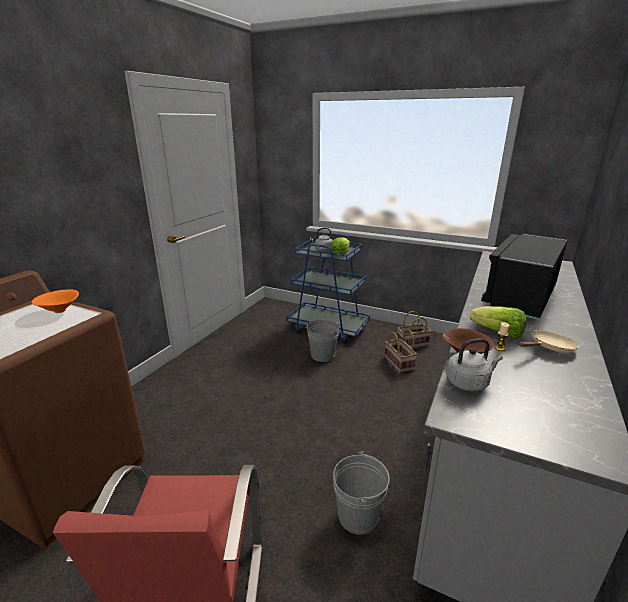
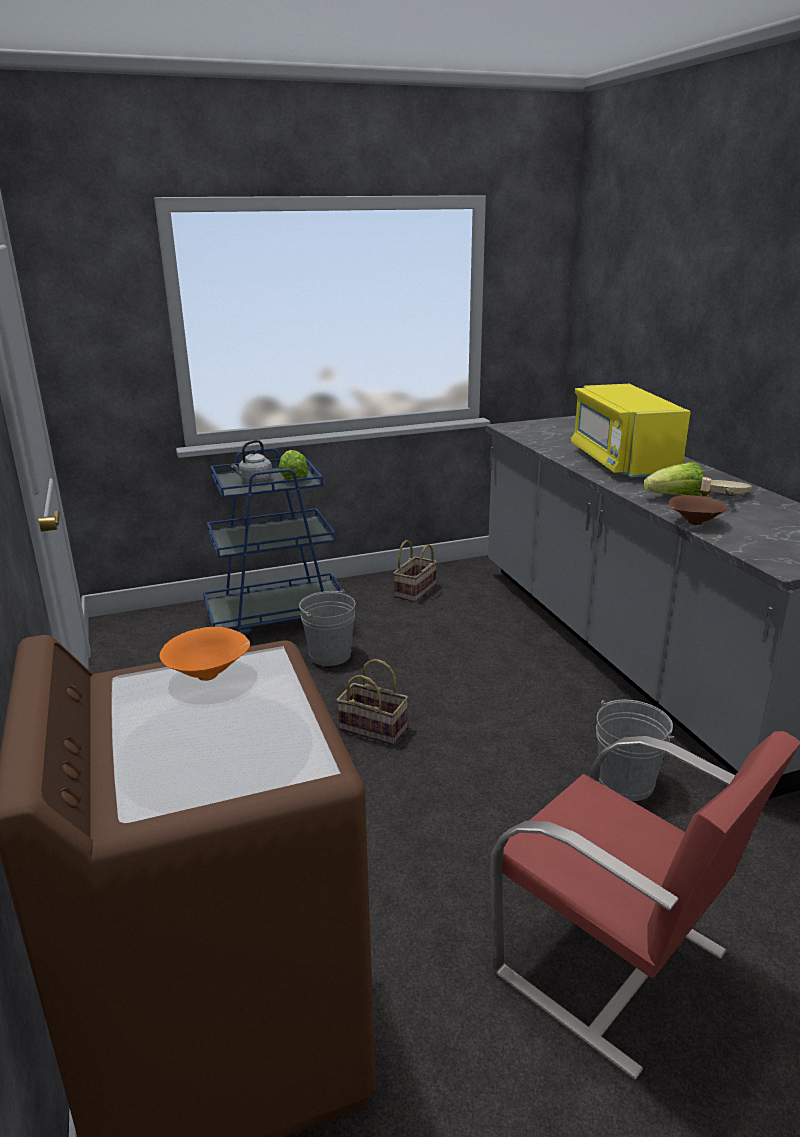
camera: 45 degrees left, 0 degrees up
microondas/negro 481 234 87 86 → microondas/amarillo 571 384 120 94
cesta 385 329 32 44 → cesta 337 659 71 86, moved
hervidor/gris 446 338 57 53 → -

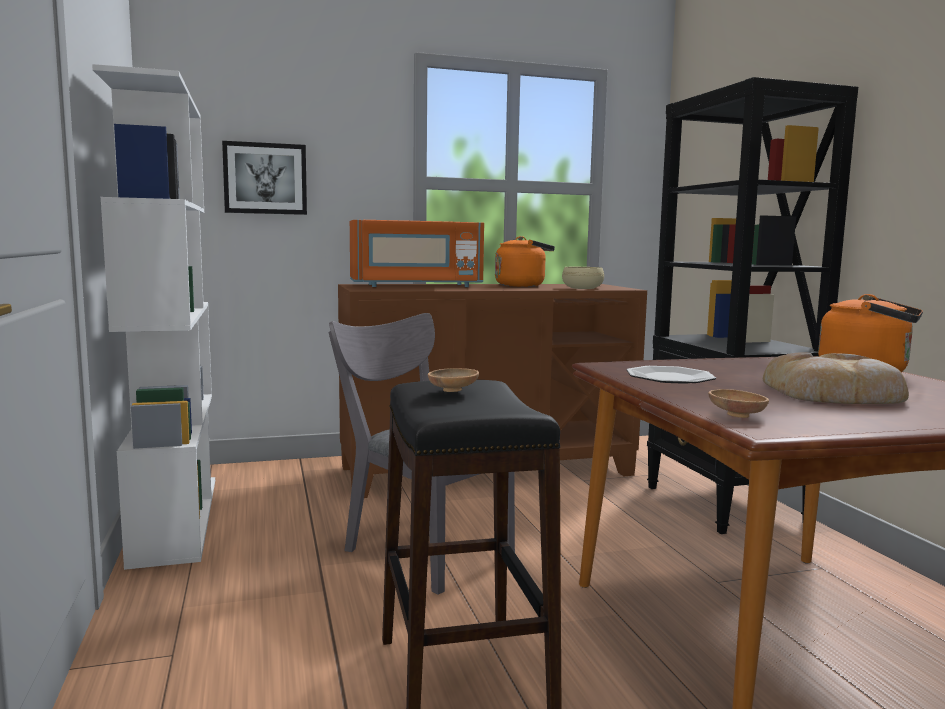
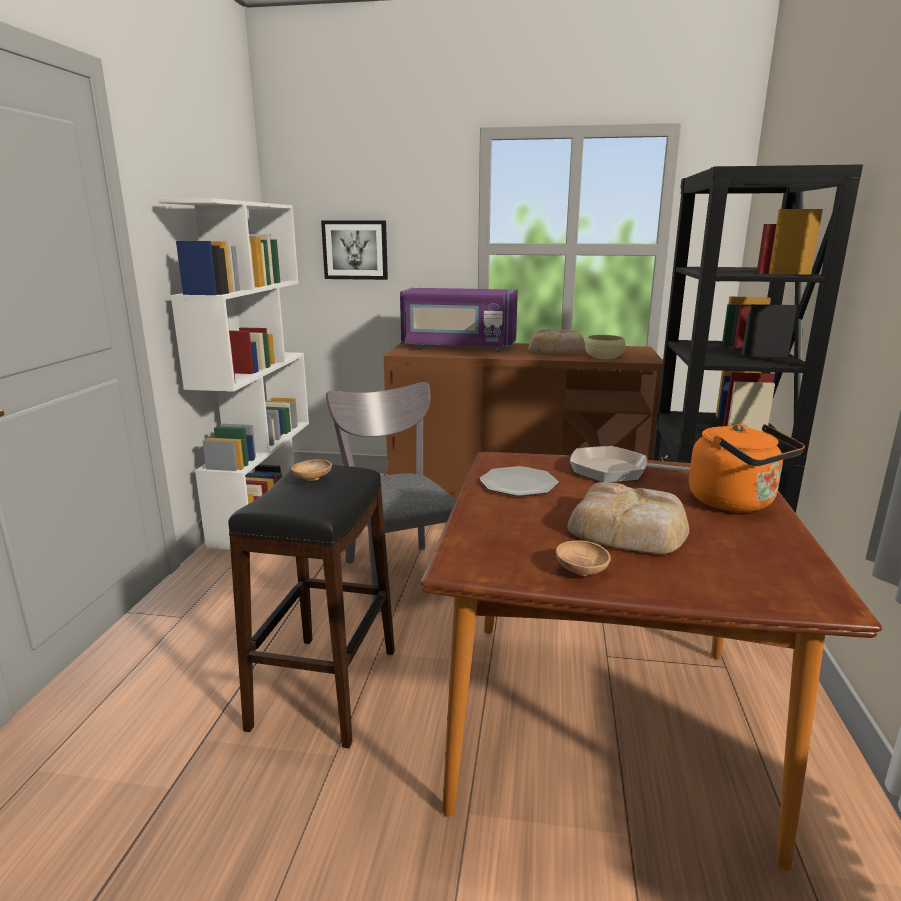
camera: 25 degrees right, 10 degrees up
microondas/naranja 350 220 134 67 → microondas/morado 400 288 118 63
hervidor/naranja 495 236 60 51 → pan 528 329 57 25
cuenco/marrón 708 389 61 29 → cuenco/marrón 556 540 55 36, moved
- → sartén 570 446 120 36

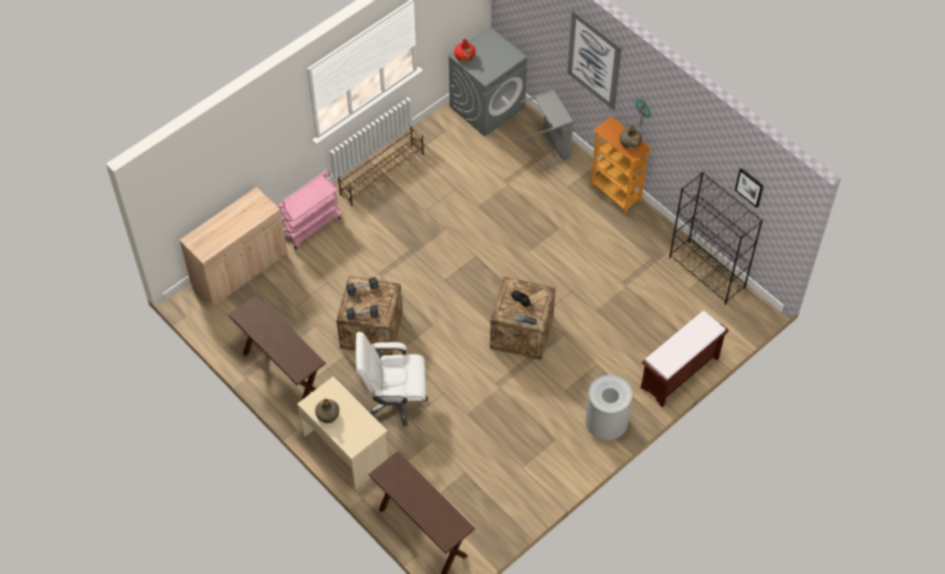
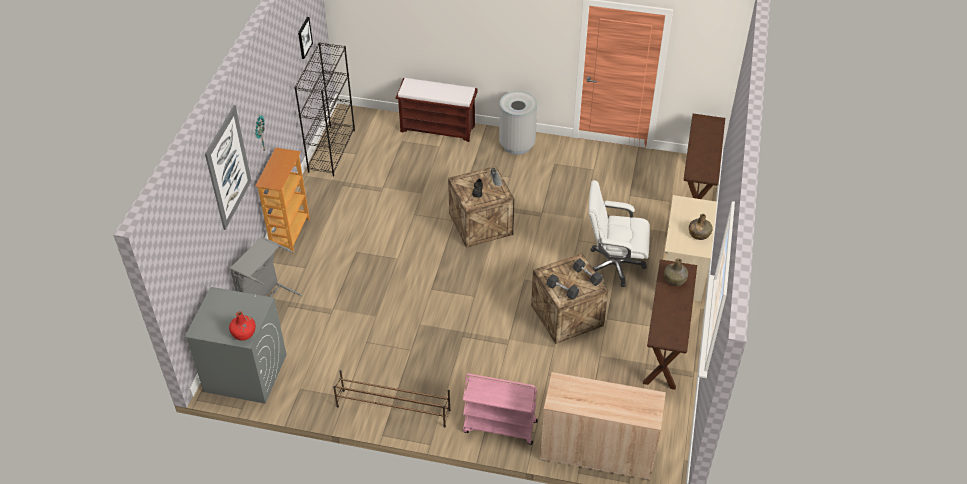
camera: 125 degrees left, 10 degrees down
botella/verde 620 126 22 24 → botella/verde 664 258 24 28, moved
silla de oficina/blanco 356 332 72 95 → silla de oficina/blanco 589 180 61 107, 135 degrees clockwise

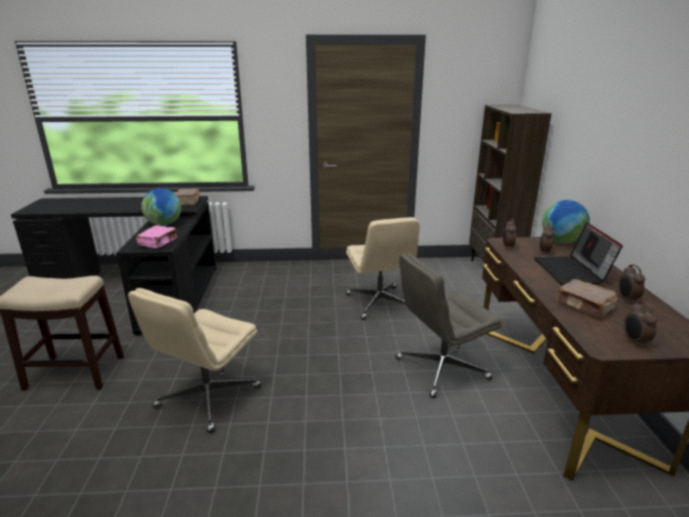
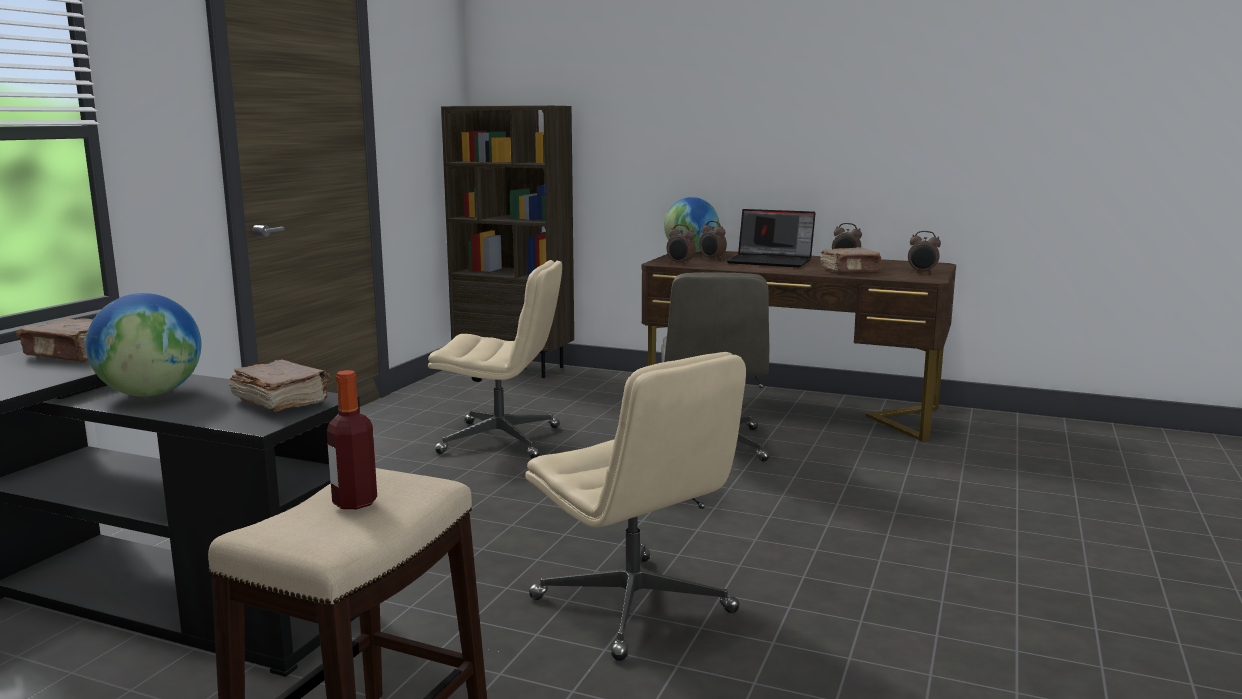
camera: 65 degrees left, 10 degrees down
libro/rosa 136 225 42 23 → libro/marrón 229 359 101 53
- → botella 327 370 50 139

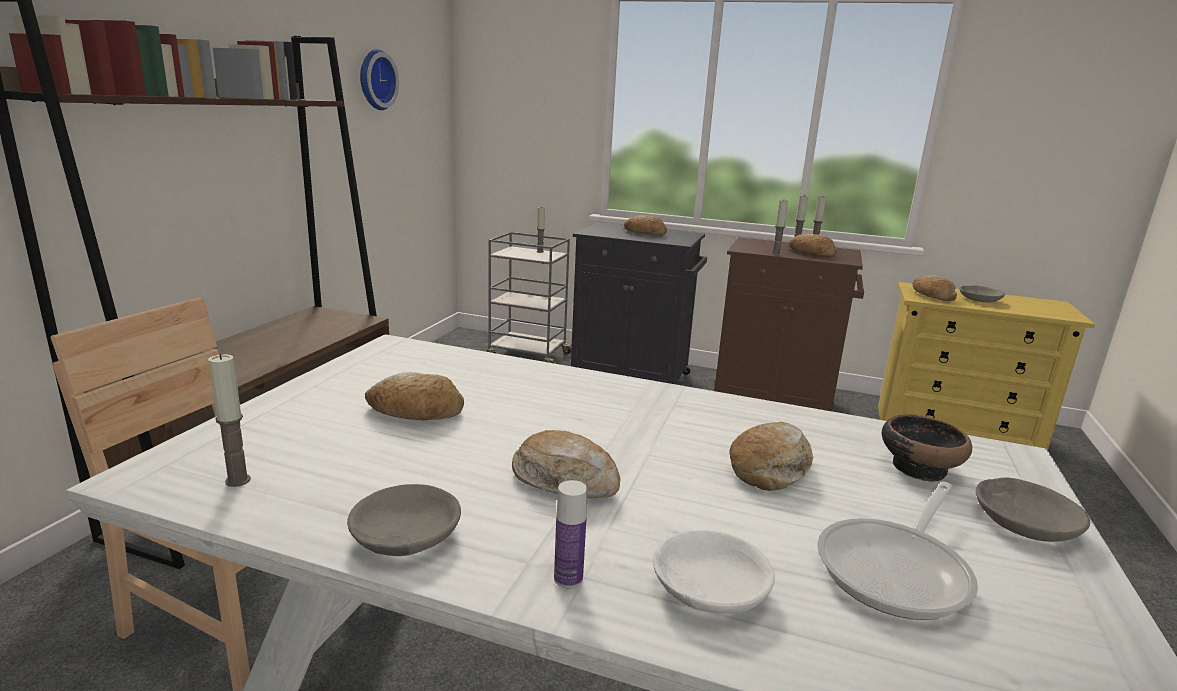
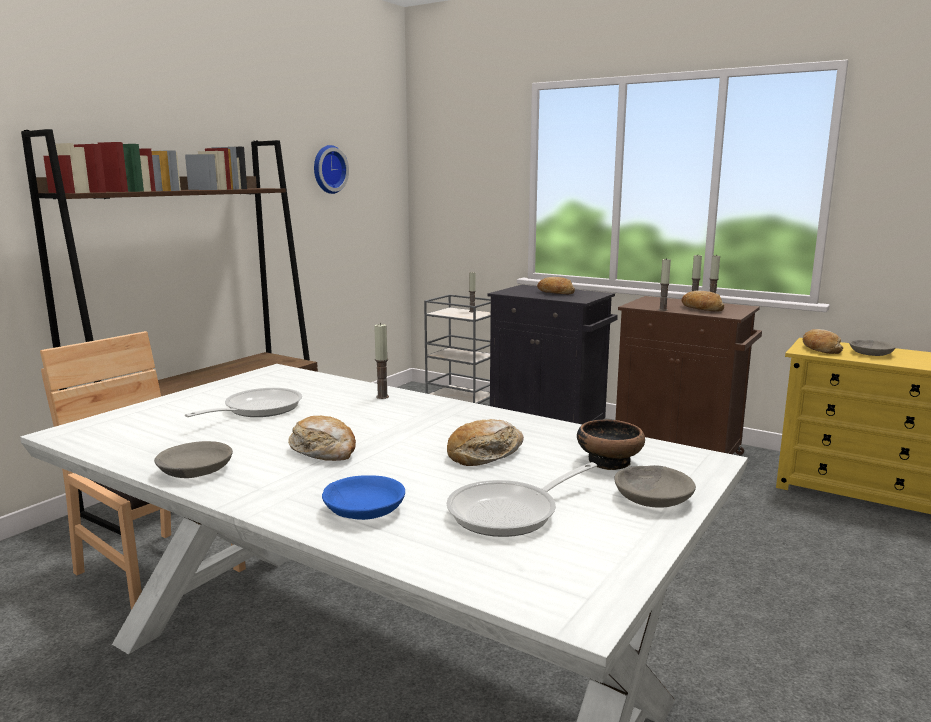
camera: 15 degrees right, 5 degrees down
vela 208 354 43 133 → vela 374 323 15 76, moved
pan 365 372 99 48 → sartén 185 388 117 29
botella 554 480 33 109 → -
cuenco/blanco 653 530 122 83 → cuenco/azul 322 475 83 45

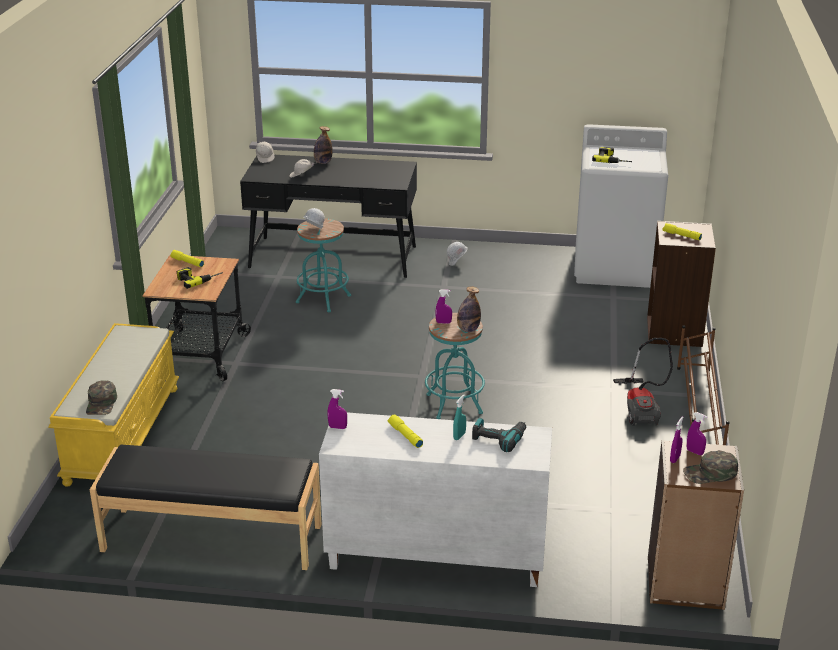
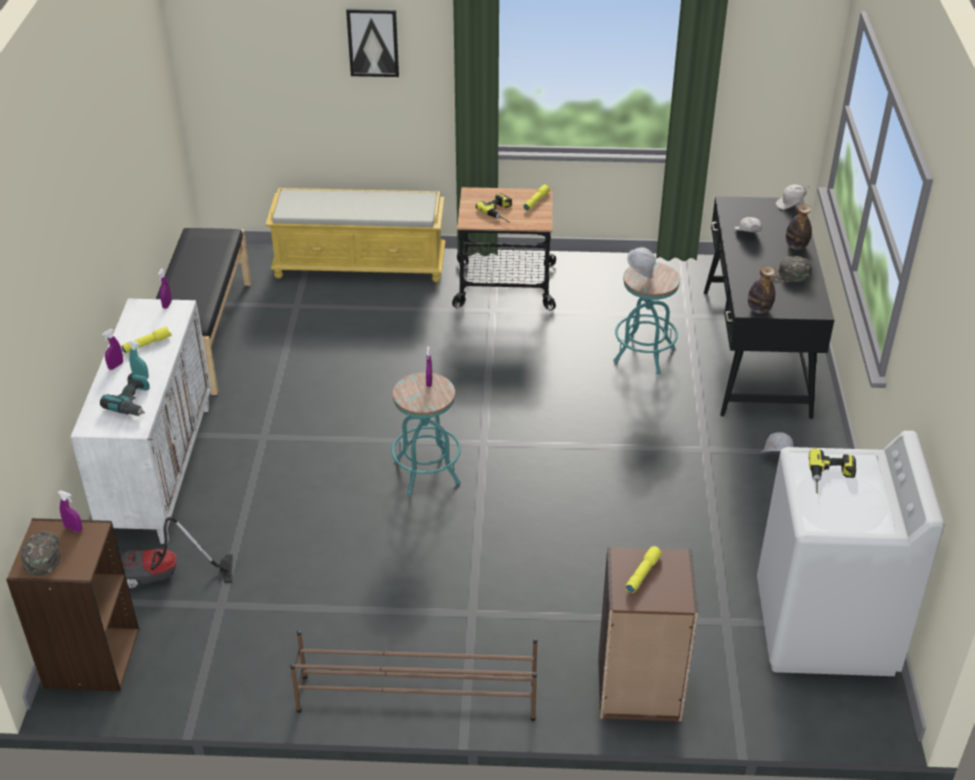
camera: 85 degrees right, 10 degrees up
botella 457 286 24 46 → botella 748 266 27 48, moved
aspiradora 613 338 60 88 → aspiradora 121 517 112 73, moved
gorra/verde 86 380 31 35 → gorra/verde 770 256 42 27, moved
pulverizador/morado 687 412 20 43 → pulverizador/morado 102 329 21 41, moved
- → cuadro 346 8 53 69

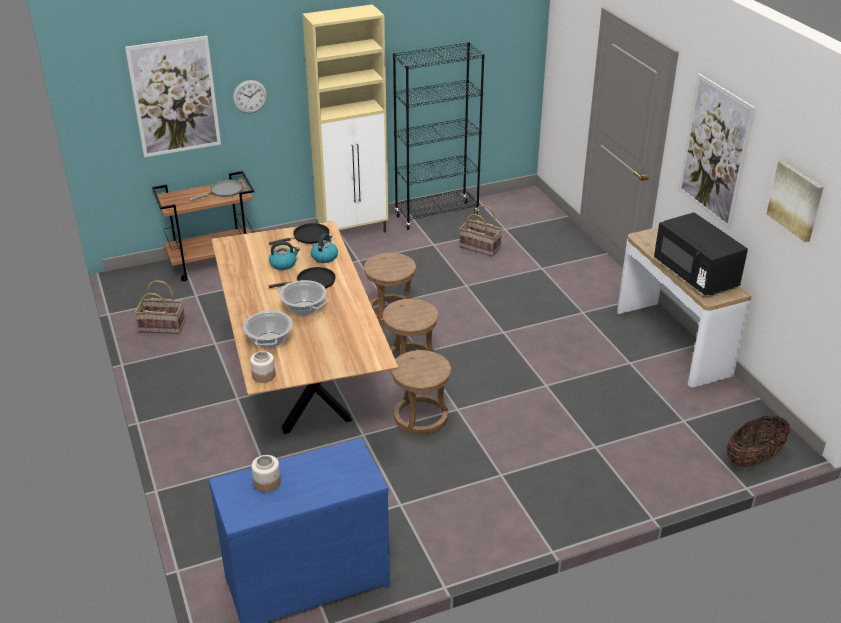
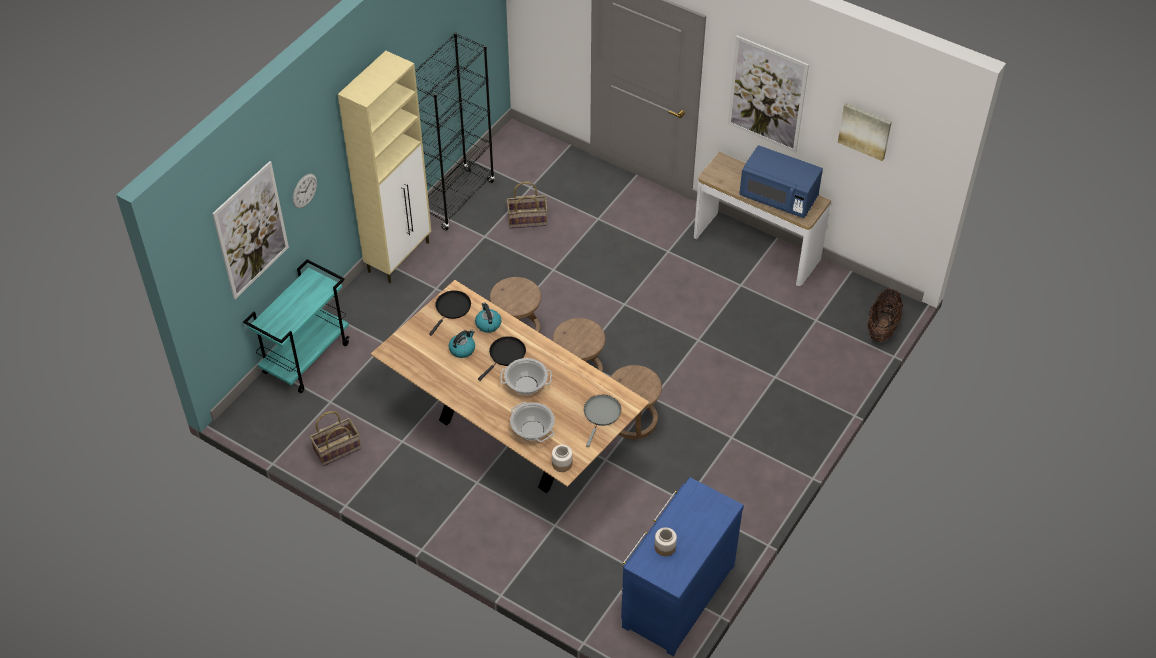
camera: 35 degrees left, 15 degrees up
carrito/marrón 152 171 102 110 → carrito/turquesa 243 259 106 134
sartén/gris 189 180 54 21 → sartén/gris 584 395 37 52, moved
microondas/negro 654 212 94 83 → microondas/azul 739 145 84 73

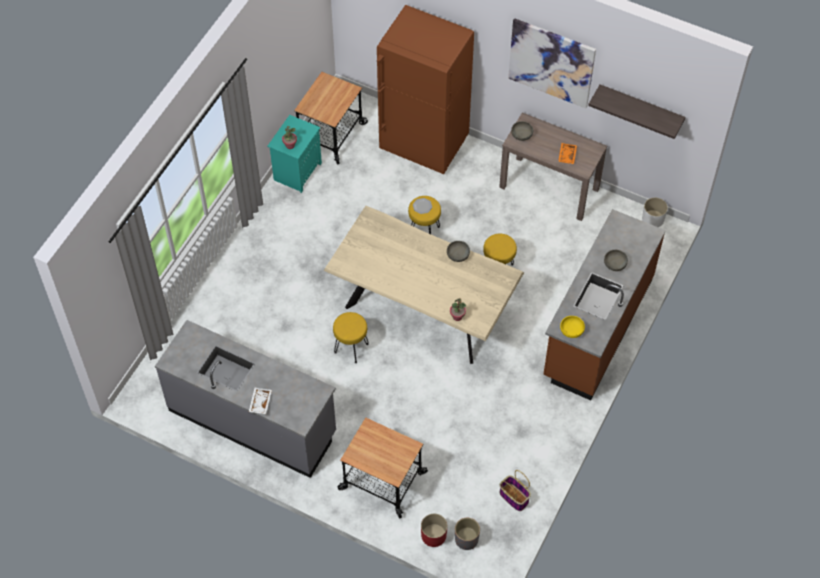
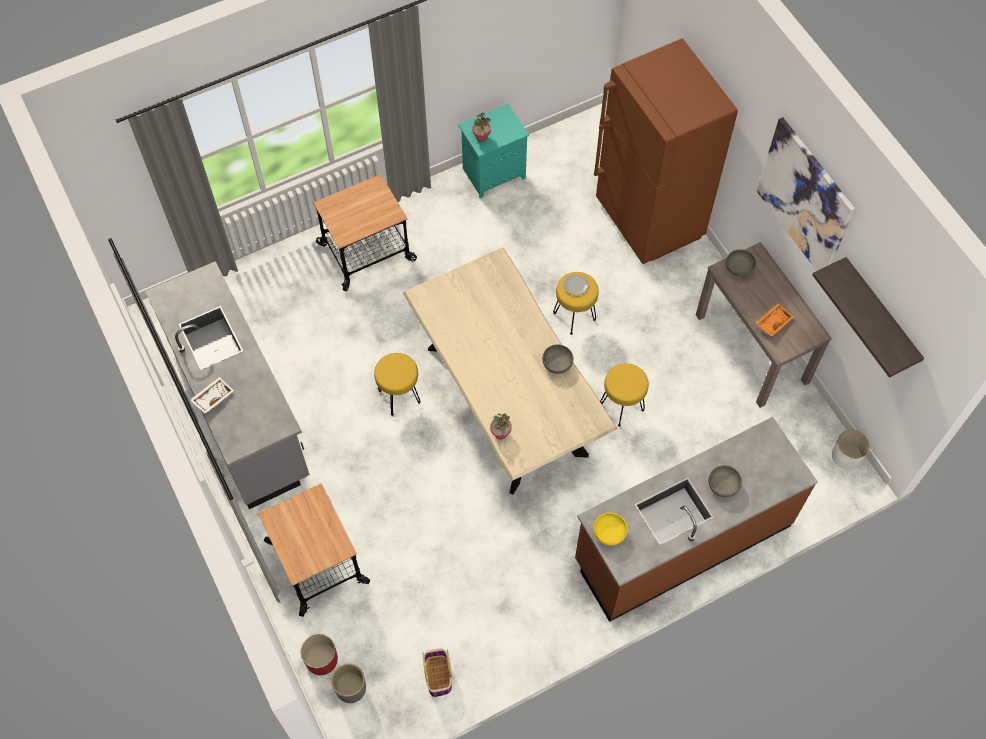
camera: 35 degrees right, 5 degrees up
carrito 294 72 74 92 → carrito 313 174 104 117, moved

